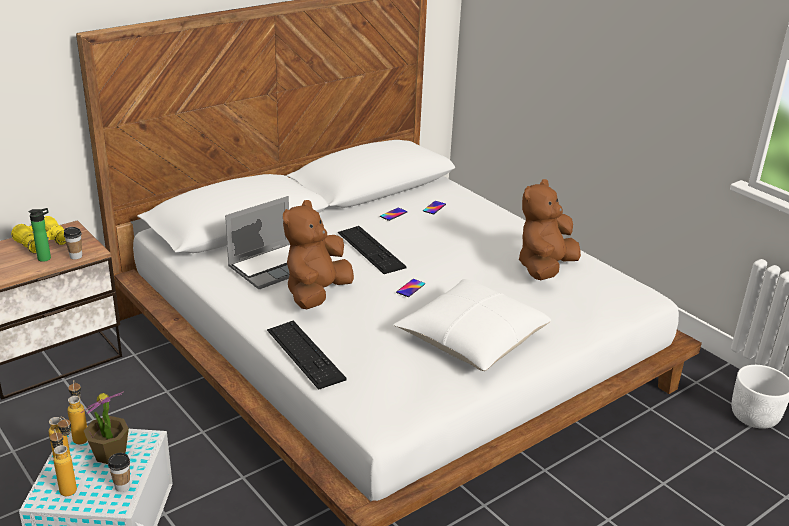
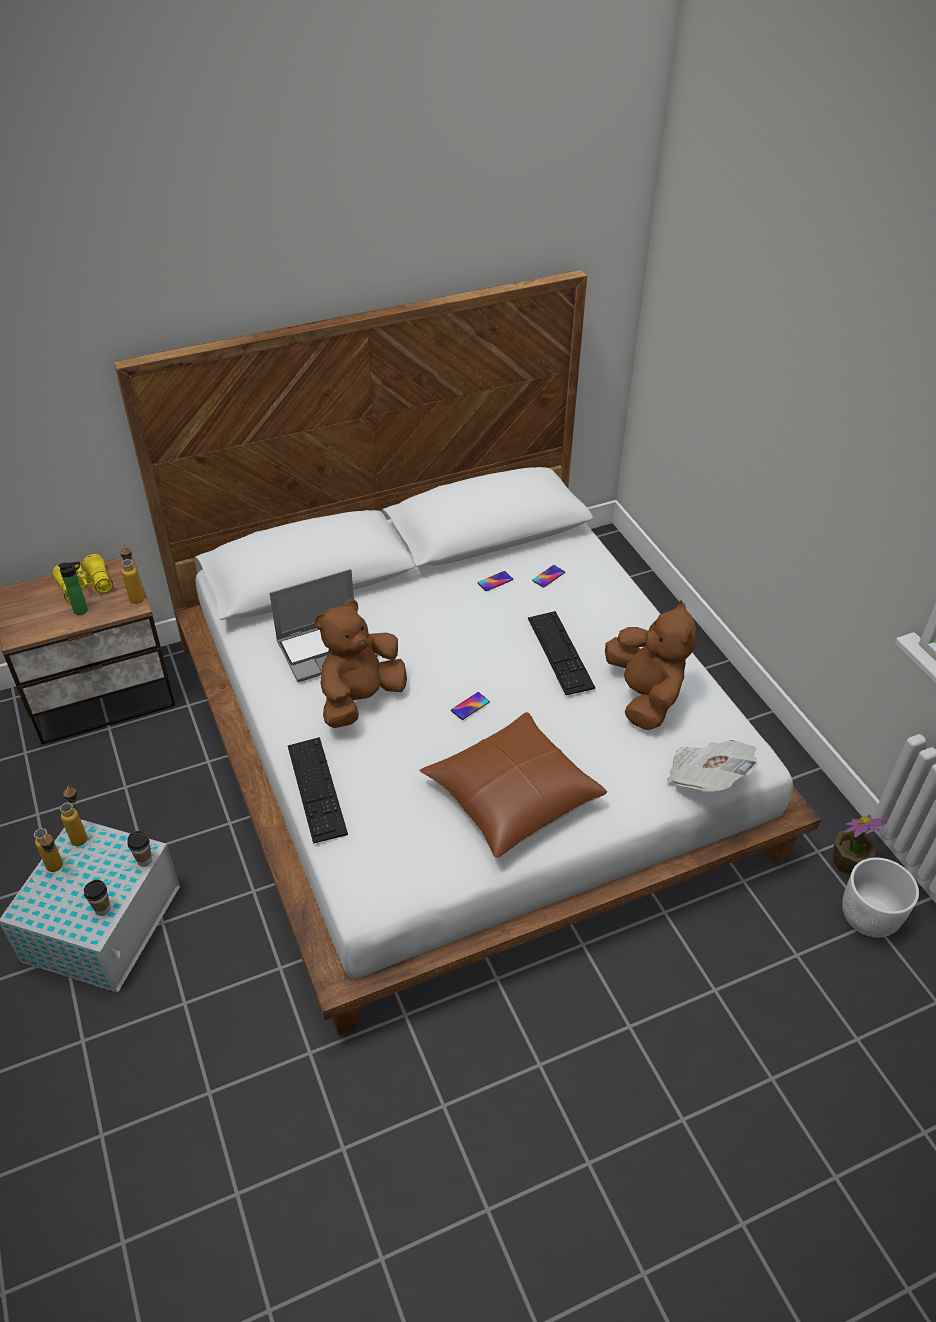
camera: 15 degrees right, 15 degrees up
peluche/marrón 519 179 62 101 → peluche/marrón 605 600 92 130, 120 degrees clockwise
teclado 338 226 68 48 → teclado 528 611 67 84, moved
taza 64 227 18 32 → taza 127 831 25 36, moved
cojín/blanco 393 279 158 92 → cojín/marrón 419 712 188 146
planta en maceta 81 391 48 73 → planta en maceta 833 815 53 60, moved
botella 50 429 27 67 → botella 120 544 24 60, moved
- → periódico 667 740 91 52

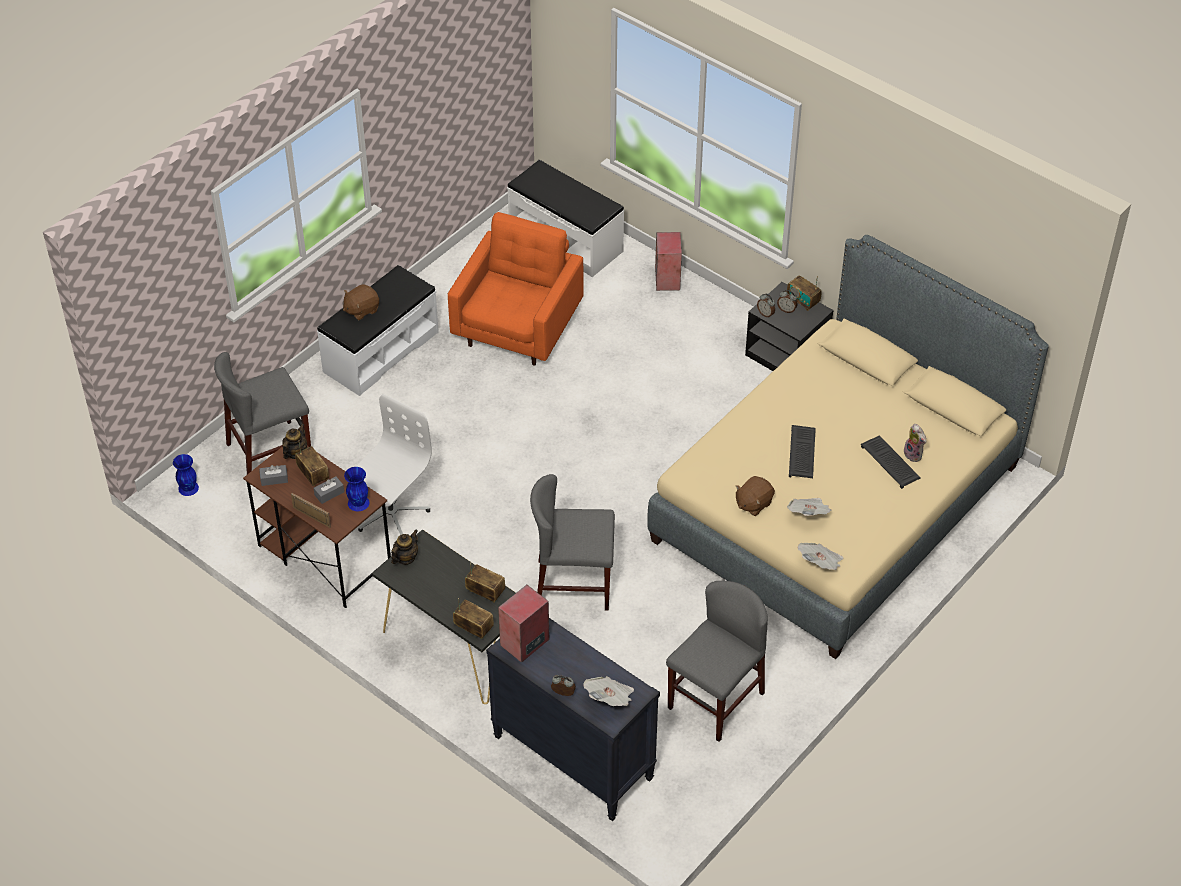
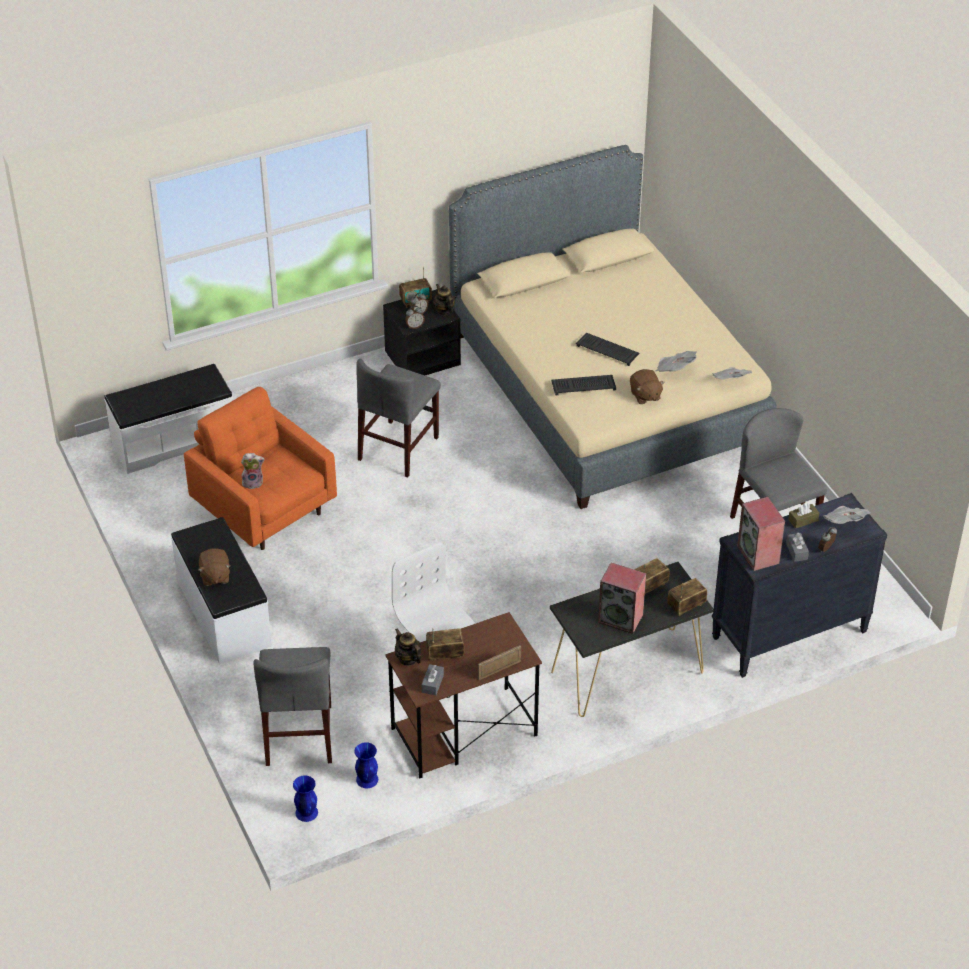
camera: 65 degrees left, 5 degrees down
altavoz 655 232 27 59 → altavoz 598 563 48 71, moved
peluche 904 424 22 38 → peluche 241 453 24 36, moved
teclado 861 435 60 54 → teclado 551 375 65 20, moved
florero/azul 344 467 25 44 → florero/azul 354 742 24 46, moved
silla/gris 530 474 85 137 → silla/gris 356 359 85 119, moved
caja de pañuelos/gris 314 476 30 28 → caja de pañuelos/gris 786 533 23 29, moved
tetera 391 529 27 36 → tetera 433 284 22 31, moved
- → caja de pañuelos/marrón 788 503 32 26

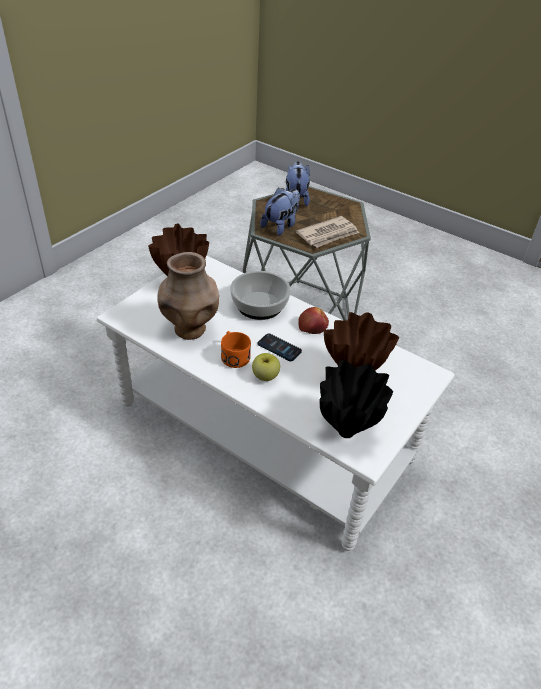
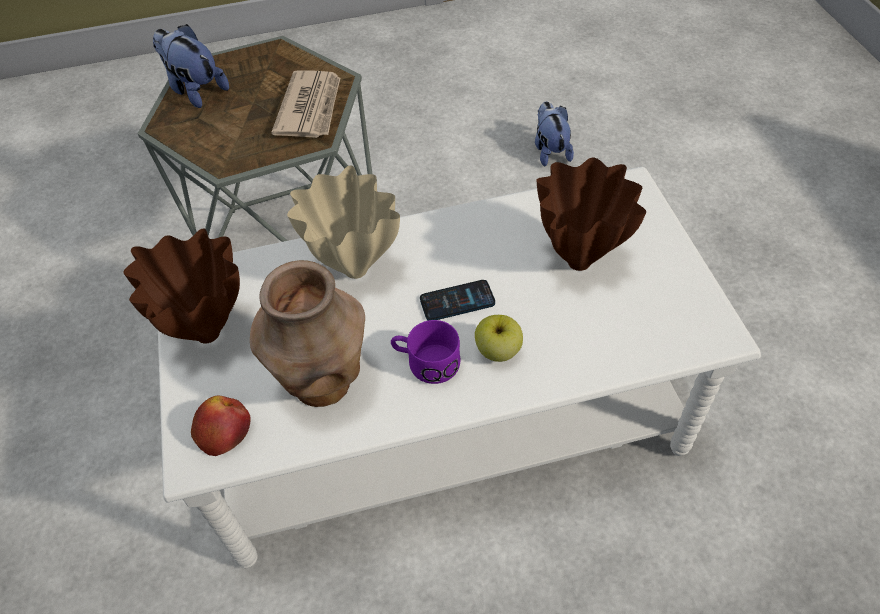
camera: 45 degrees left, 10 degrees up
peluche 260 188 40 48 → peluche 535 101 39 65, moved
cuenco 230 271 61 49 → florero/beis 287 165 113 114
manzana 298 307 31 27 → manzana 191 396 60 60, moved
taza grande/naranja 221 331 30 37 → taza grande/morado 391 320 69 64
florero/negro 320 360 73 78 → -

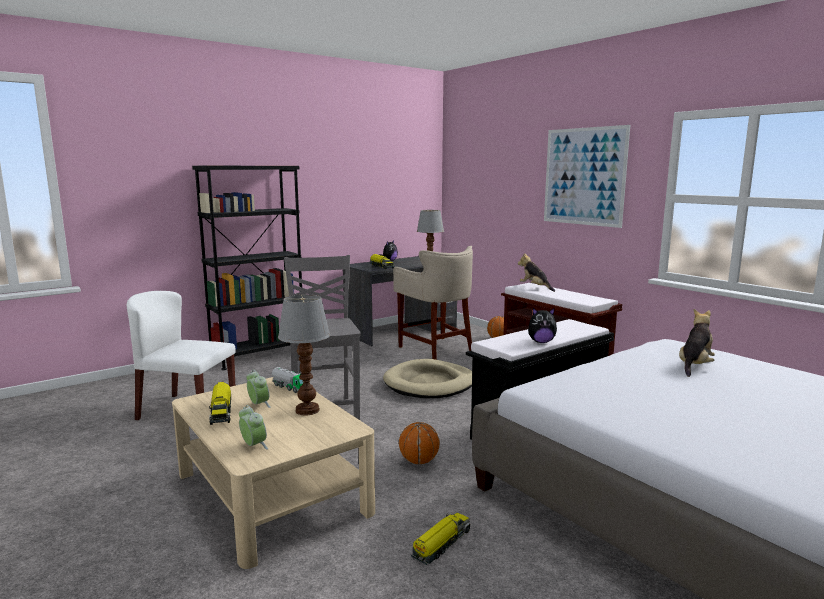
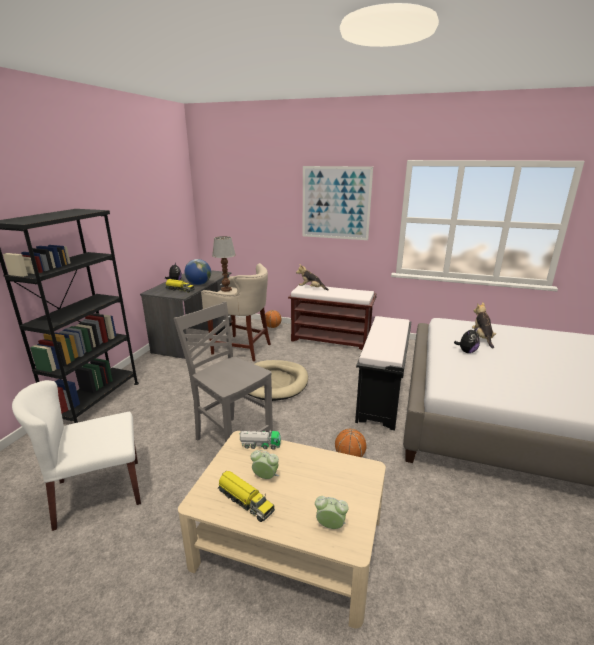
camera: 35 degrees left, 10 degrees up
lámpara de mesa 278 294 52 122 → -
peluche 528 308 29 35 → peluche 454 327 26 26, moved
camión de juguete 411 513 60 52 → -
- → globo terráqueo 185 259 26 26

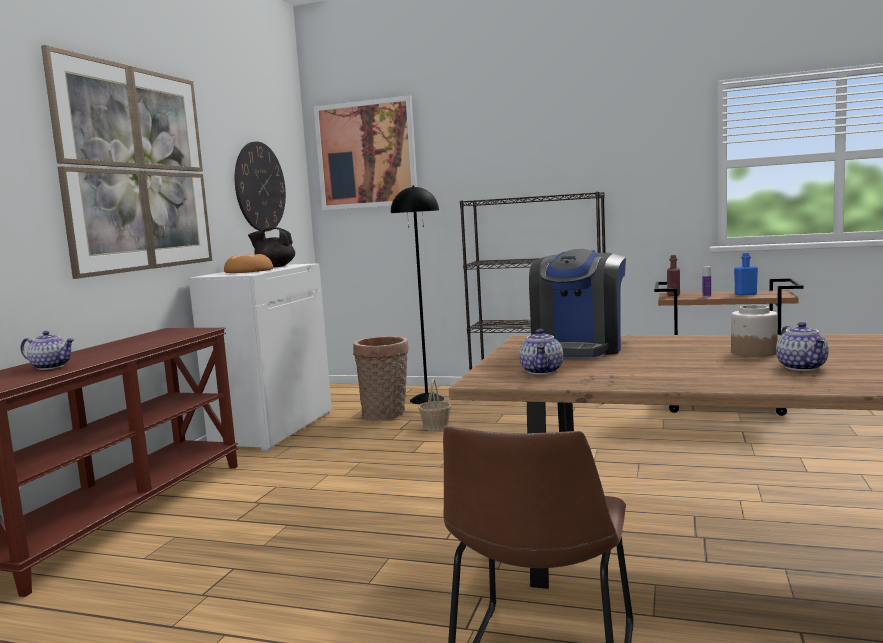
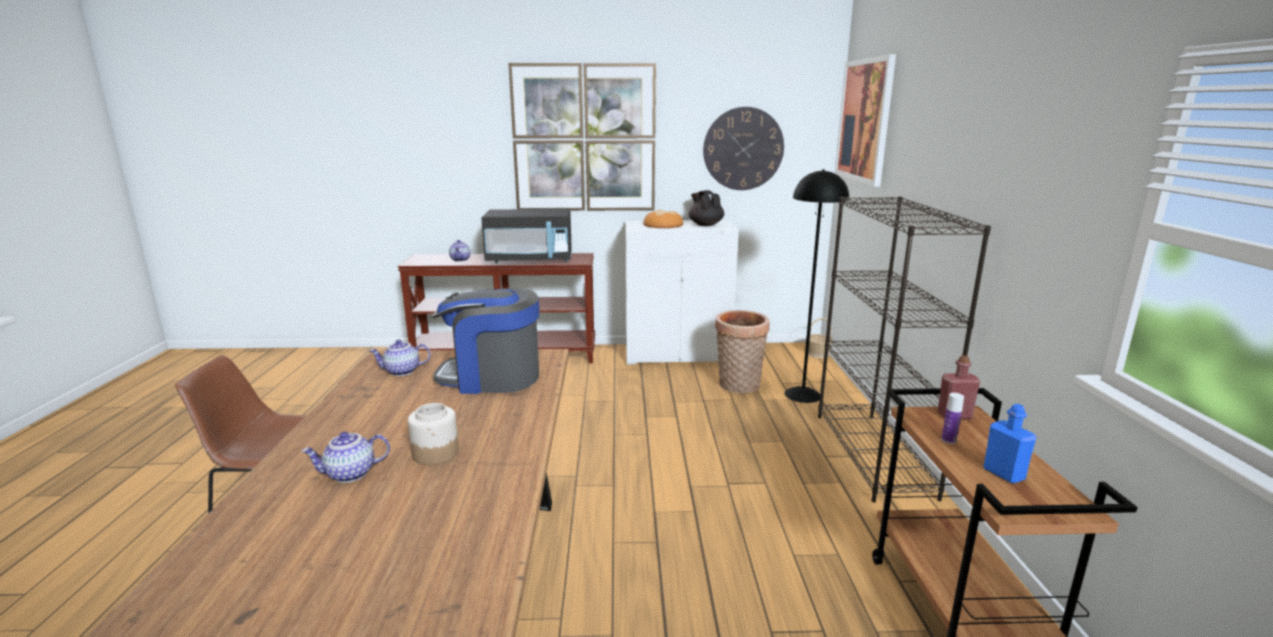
camera: 70 degrees right, 10 degrees up
cesta 418 379 33 52 → cesta 806 318 27 40, moved
- → microondas/negro 481 209 91 54

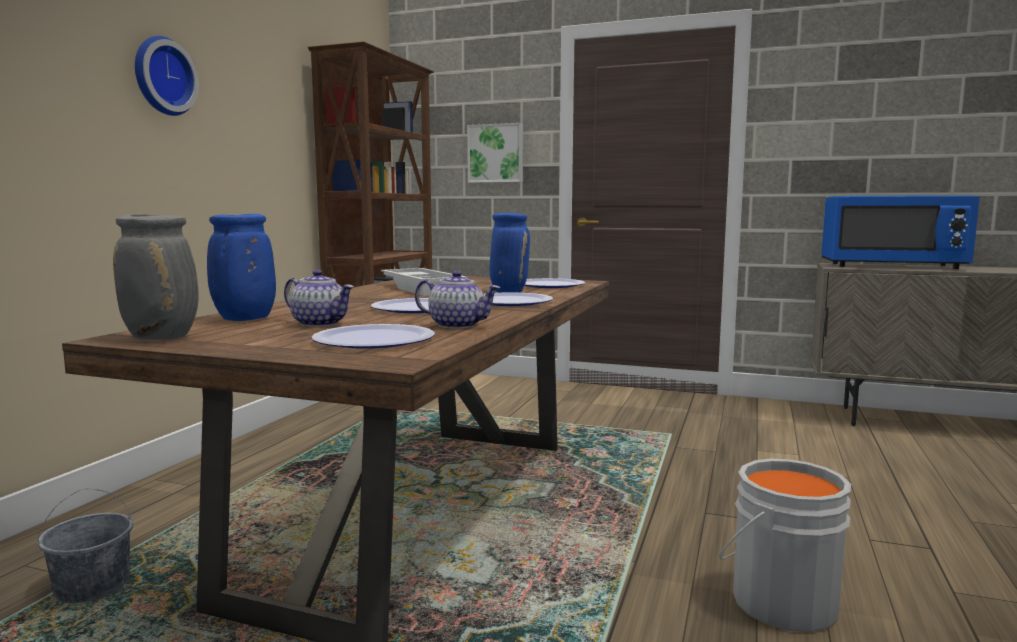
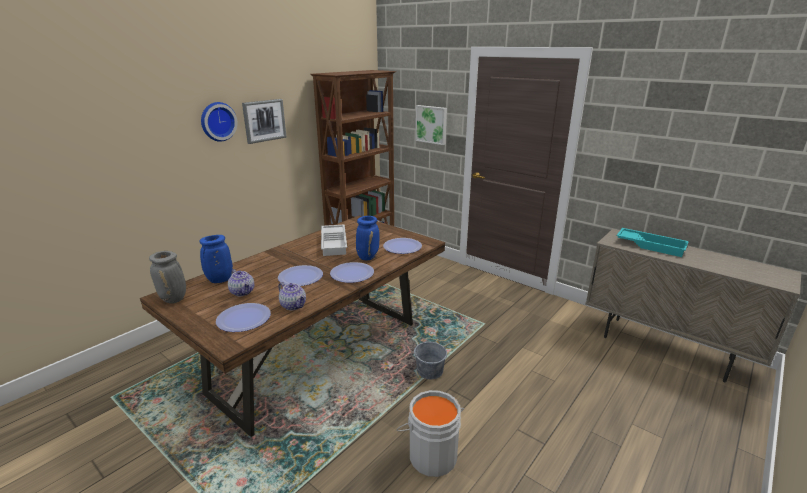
camera: 20 degrees right, 15 degrees up
microondas/azul 822 195 158 74 → bandeja/turquesa 616 228 73 29
cubo/gris 38 489 95 114 → cubo/gris 414 337 33 42, moved
- → cuadro 242 99 44 45

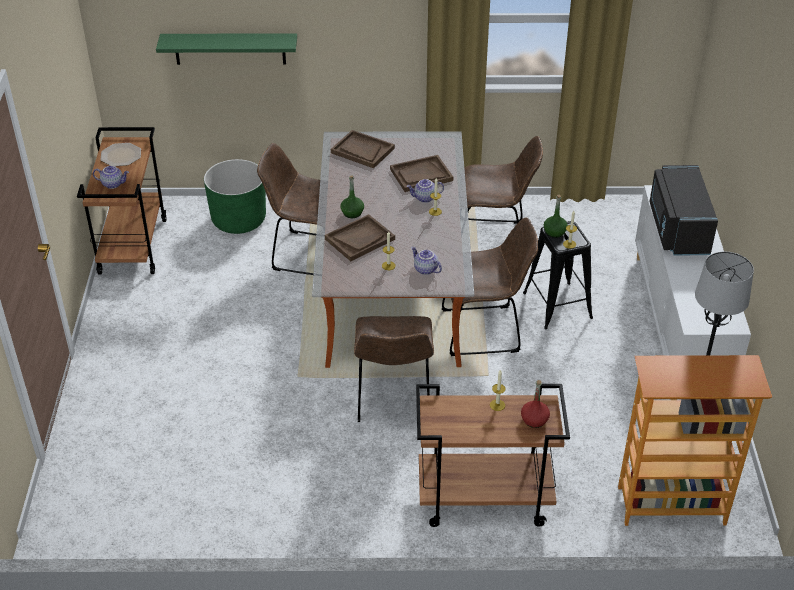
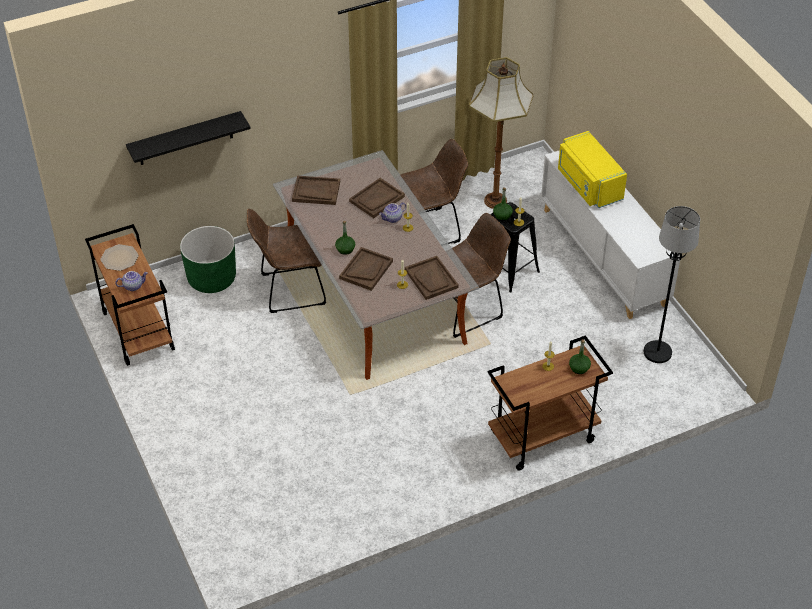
camera: 25 degrees left, 5 degrees up
estante/verde 156 33 141 32 → estante/negro 126 111 125 54
microondas/negro 649 165 69 91 → microondas/amarillo 558 131 69 77
tetera 411 247 31 28 → bandeja/marrón 405 256 54 44
silla/marrón 354 316 80 106 → -
estantería 618 355 154 171 → -
botella/rojo 521 380 29 48 → botella/verde 569 339 22 35
- → lámpara de pie 469 57 65 152

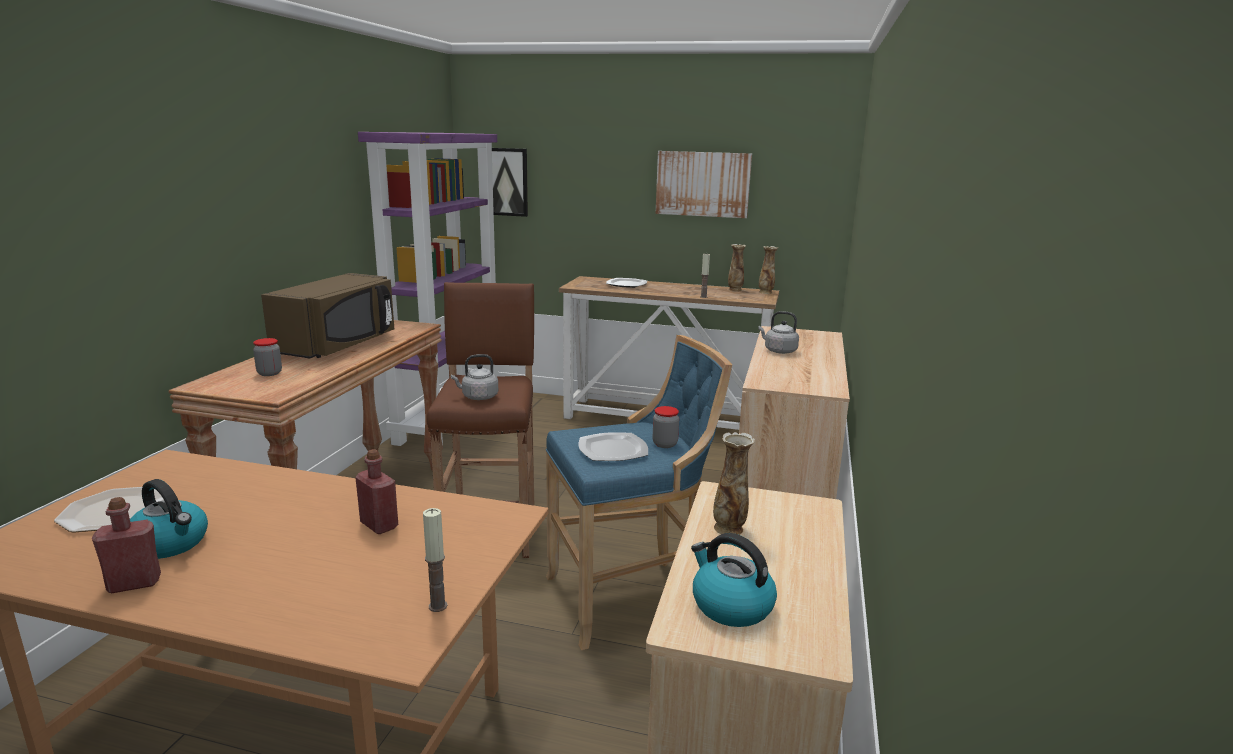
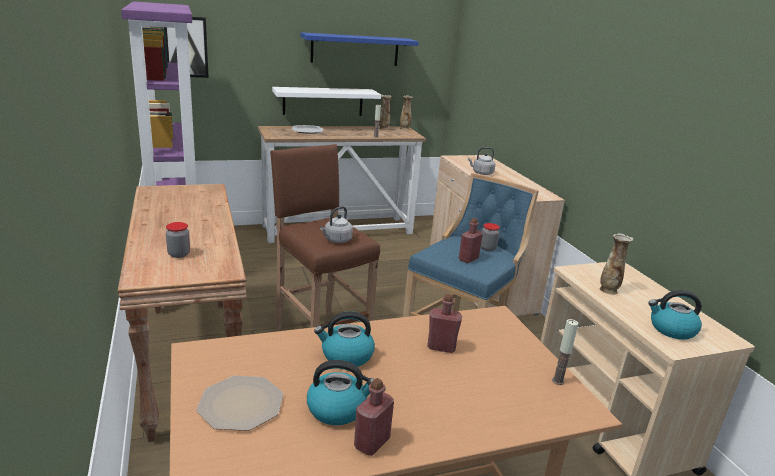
camera: 35 degrees left, 5 degrees up
cuadro 656 151 96 67 → estante/azul 300 32 118 34
microondas/marrón 261 273 133 85 → -
plato 578 432 70 29 → botella/rojo 459 218 24 45
- → estante/blanco 272 87 109 29
- → hervidor 314 311 61 56

